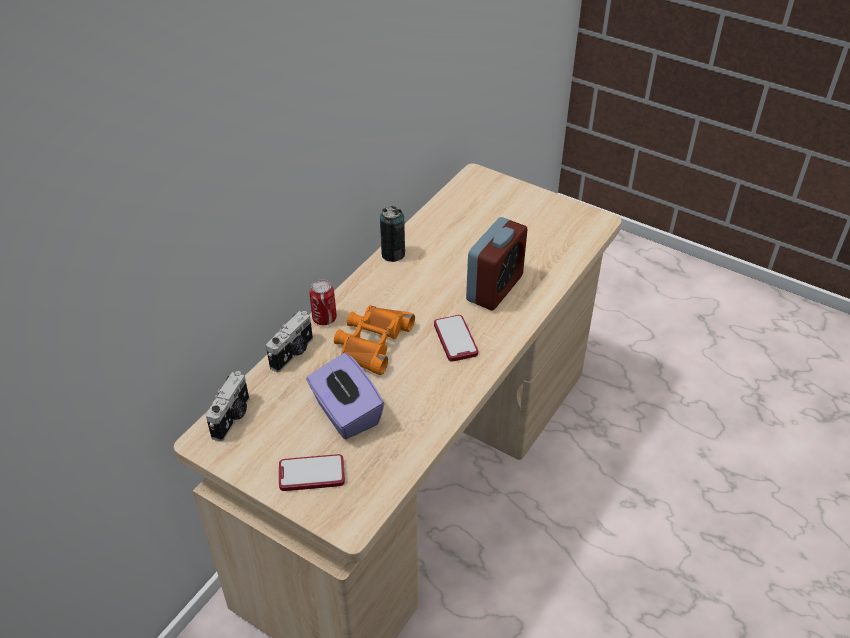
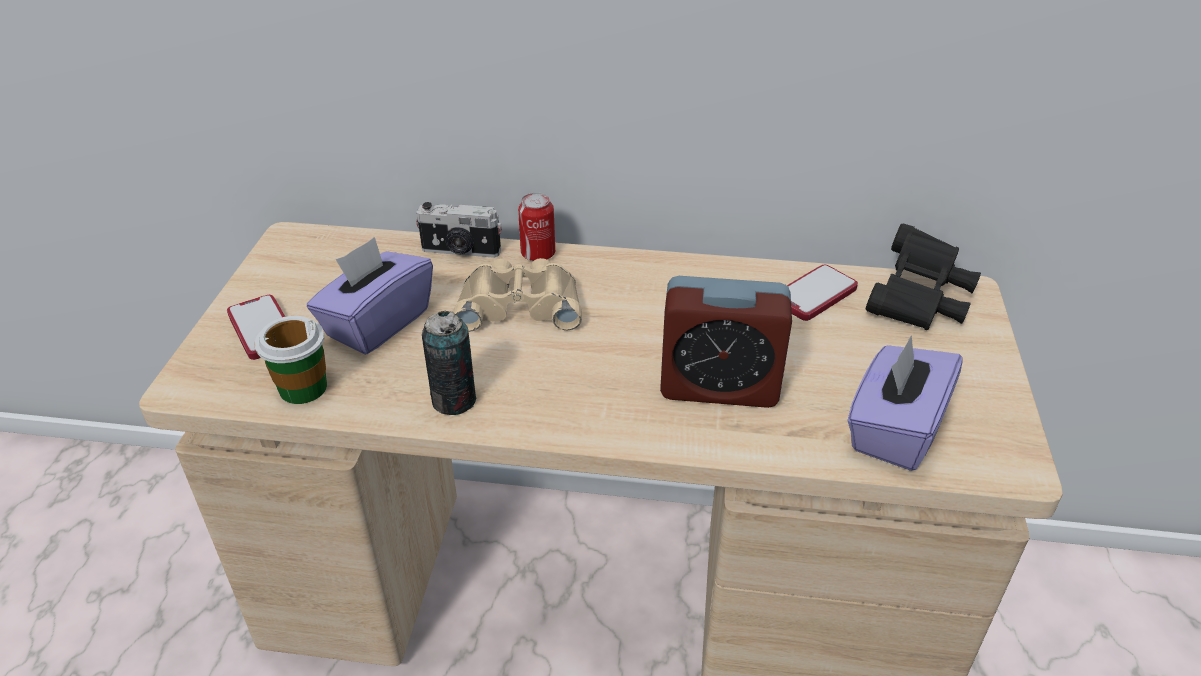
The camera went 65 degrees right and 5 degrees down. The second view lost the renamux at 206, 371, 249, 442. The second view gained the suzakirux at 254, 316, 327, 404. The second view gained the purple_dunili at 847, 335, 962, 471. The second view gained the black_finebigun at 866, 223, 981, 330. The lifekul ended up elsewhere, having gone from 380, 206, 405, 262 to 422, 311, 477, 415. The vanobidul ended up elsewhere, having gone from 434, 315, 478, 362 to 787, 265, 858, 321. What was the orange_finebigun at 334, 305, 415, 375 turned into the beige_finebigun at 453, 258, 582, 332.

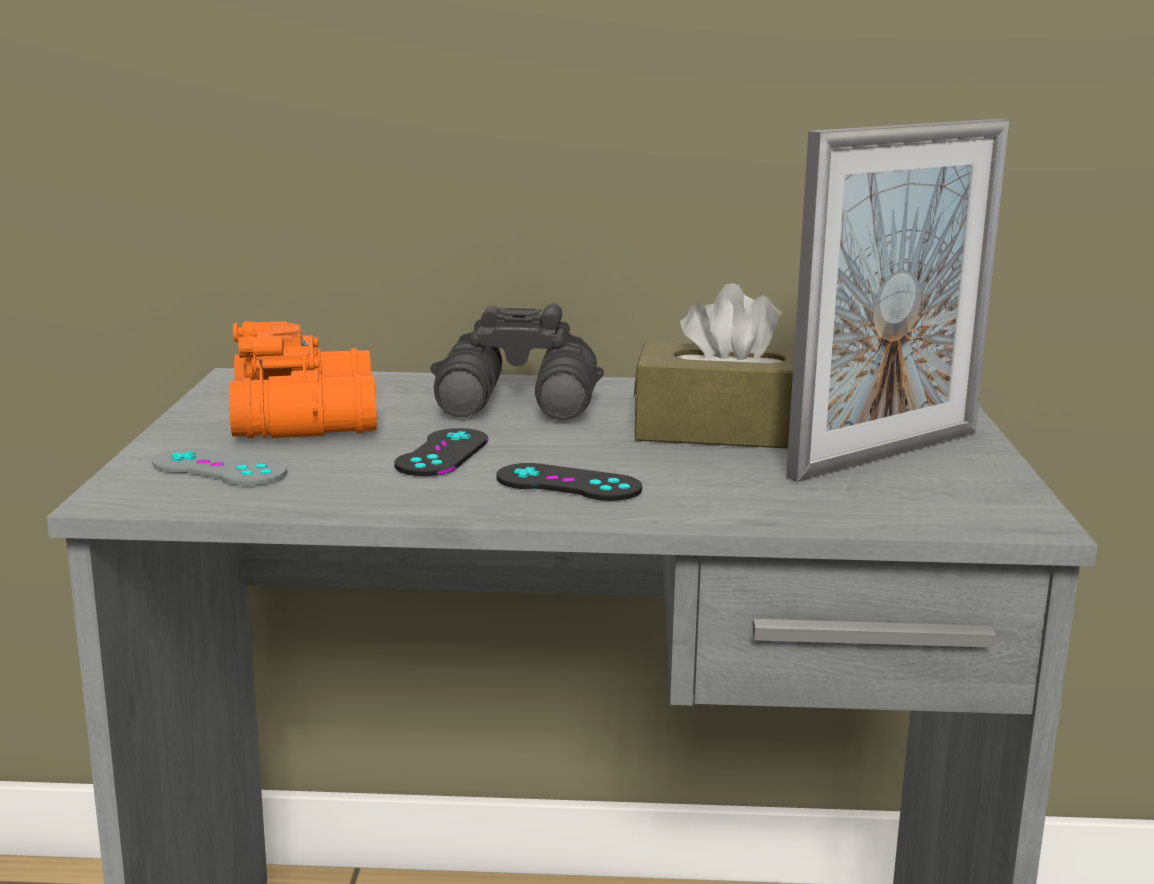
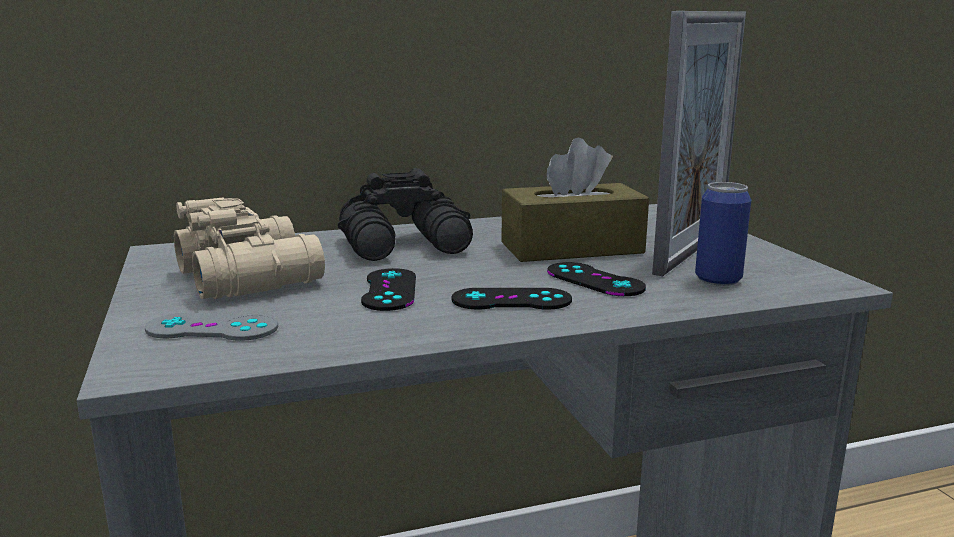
The camera went 20 degrees left and 0 degrees up. The second view gained the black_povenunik at 547, 262, 646, 296. The second view gained the lifekul at 695, 182, 751, 286. What was the orange_finebigun at 229, 321, 377, 438 turned into the beige_finebigun at 174, 197, 325, 299.

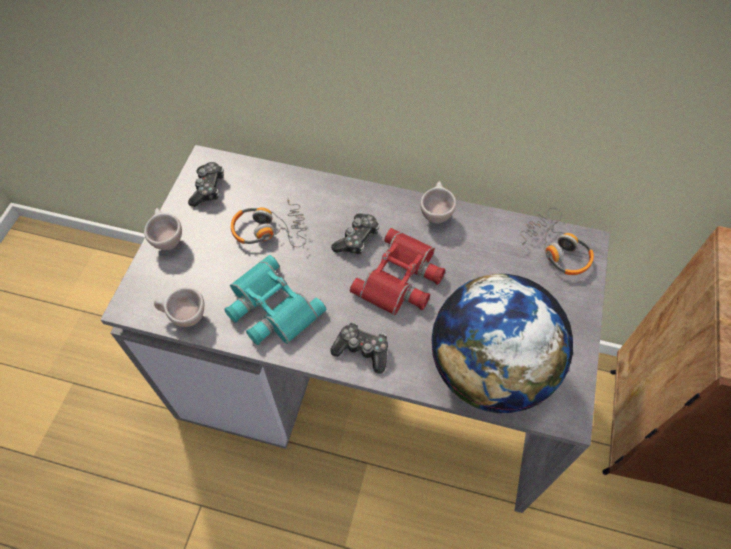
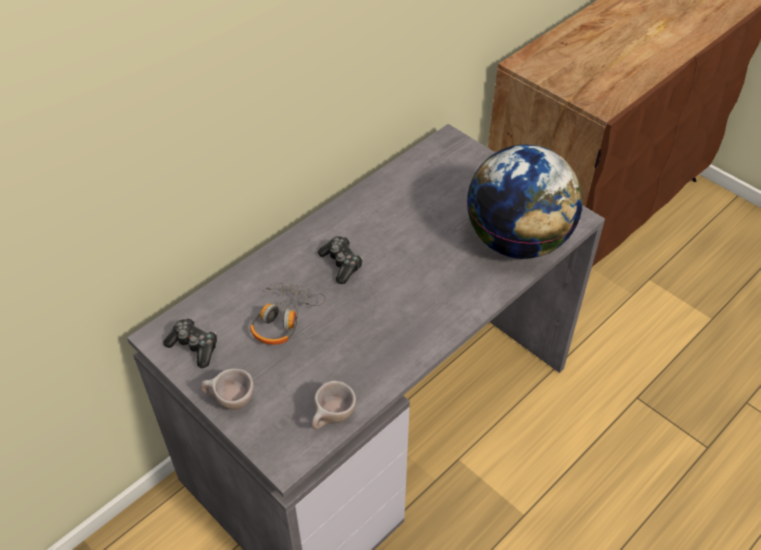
The camera went 60 degrees left and 10 degrees down. The second view lost the turquoise_finebigun at 224, 255, 326, 345. The second view lost the povenunik at 330, 322, 388, 374. The second view lost the red_finebigun at 350, 228, 445, 315. The second view lost the beige_suzakirux at 420, 181, 456, 224. The second view lost the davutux at 520, 208, 594, 275.

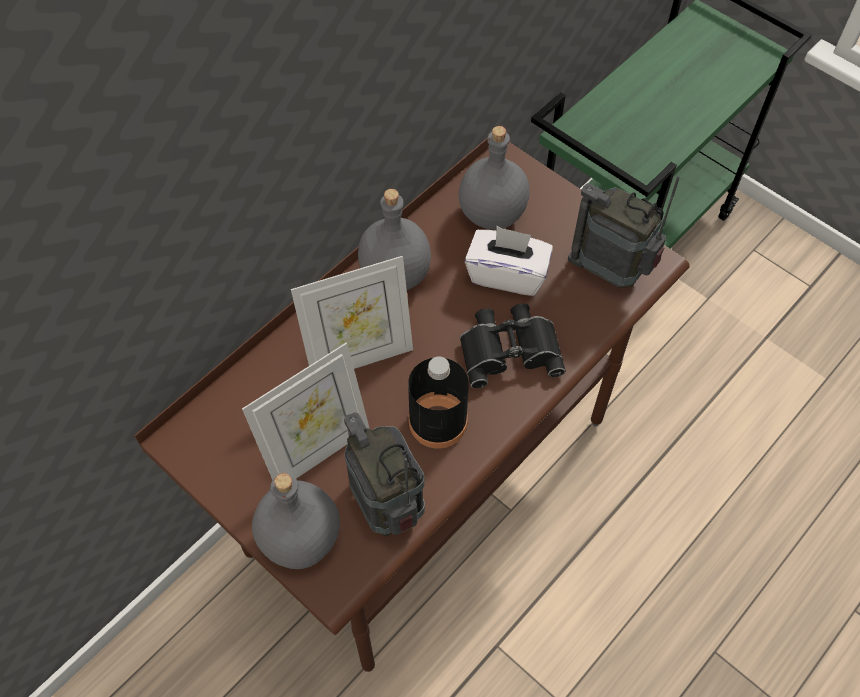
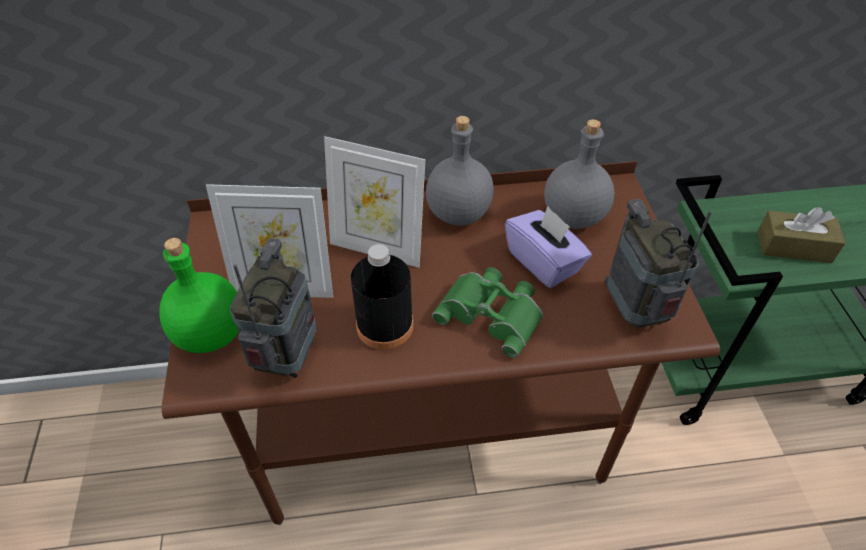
The camera went 40 degrees right and 10 degrees down. The second view gained the brown_dunili at 758, 207, 846, 263. What was the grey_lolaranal at 252, 473, 340, 569 turned into the green_lolaranal at 159, 238, 239, 353. What was the black_finebigun at 460, 303, 565, 389 turned into the green_finebigun at 432, 267, 543, 358. What was the white_dunili at 465, 226, 553, 296 turned into the purple_dunili at 505, 206, 592, 288.

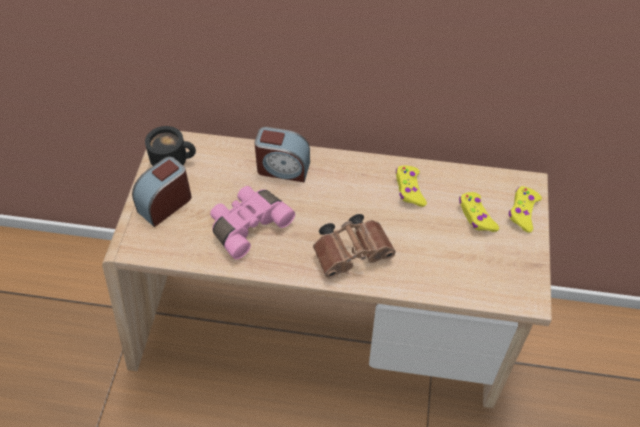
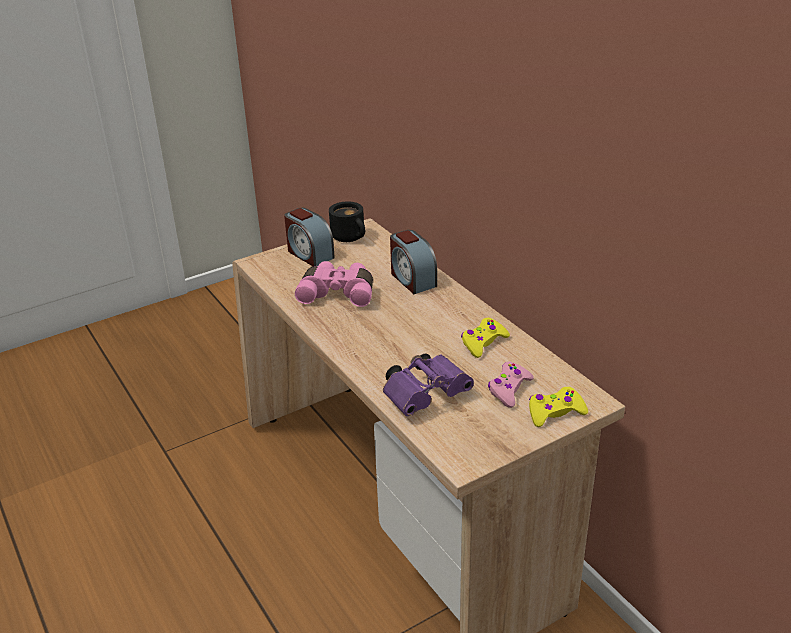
The camera went 50 degrees right and 20 degrees down. The second view lost the brown_finebigun at 313, 214, 396, 278. The second view gained the purple_finebigun at 383, 353, 474, 416. What was the yellow_povenunik at 459, 192, 499, 232 turned into the pink_povenunik at 488, 361, 534, 408. The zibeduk at 132, 157, 192, 227 ended up facing another way, 135 degrees counterclockwise from before.

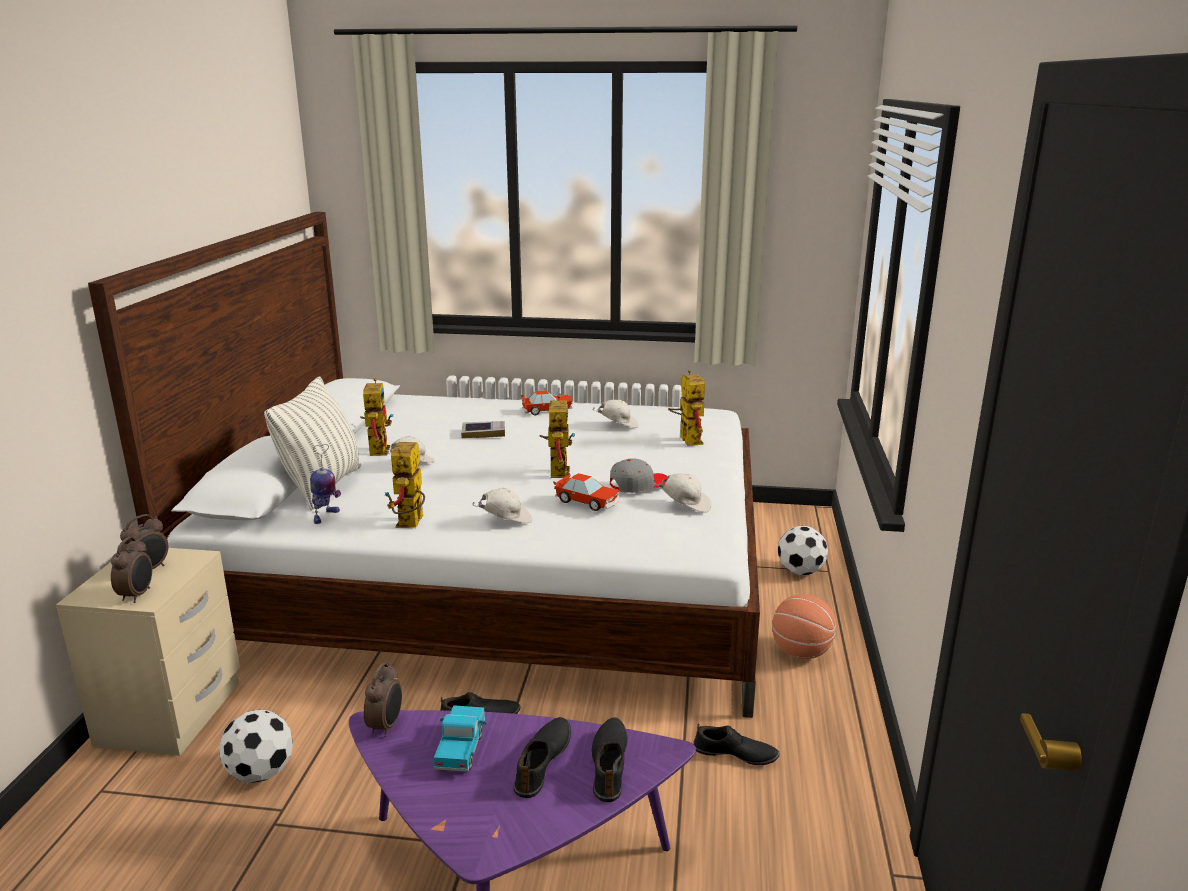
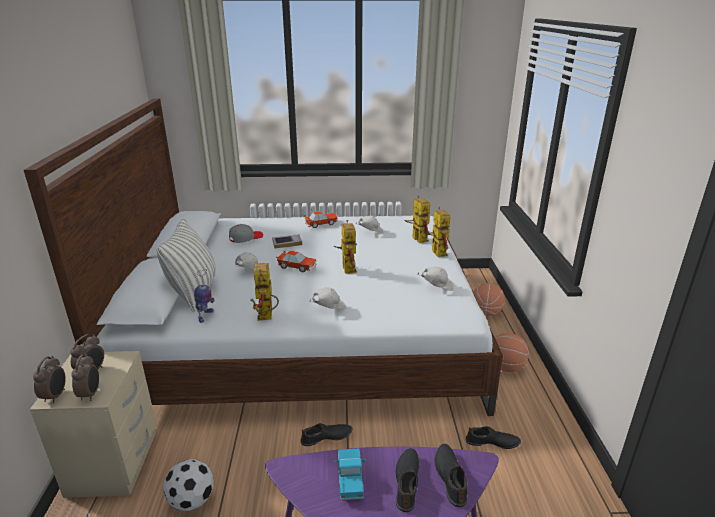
The camera went 10 degrees left and 5 degrees up. The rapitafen ended up elsewhere, having gone from 360, 378, 393, 456 to 424, 207, 450, 257. The zibeduk ended up elsewhere, having gone from 364, 662, 402, 737 to 33, 356, 66, 403. The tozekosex ended up elsewhere, having gone from 553, 473, 620, 511 to 276, 251, 316, 272. The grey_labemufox ended up elsewhere, having gone from 610, 458, 667, 493 to 229, 224, 263, 243. Where the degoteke stood at 778, 526, 828, 575, the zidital came to stand at 473, 283, 505, 316.

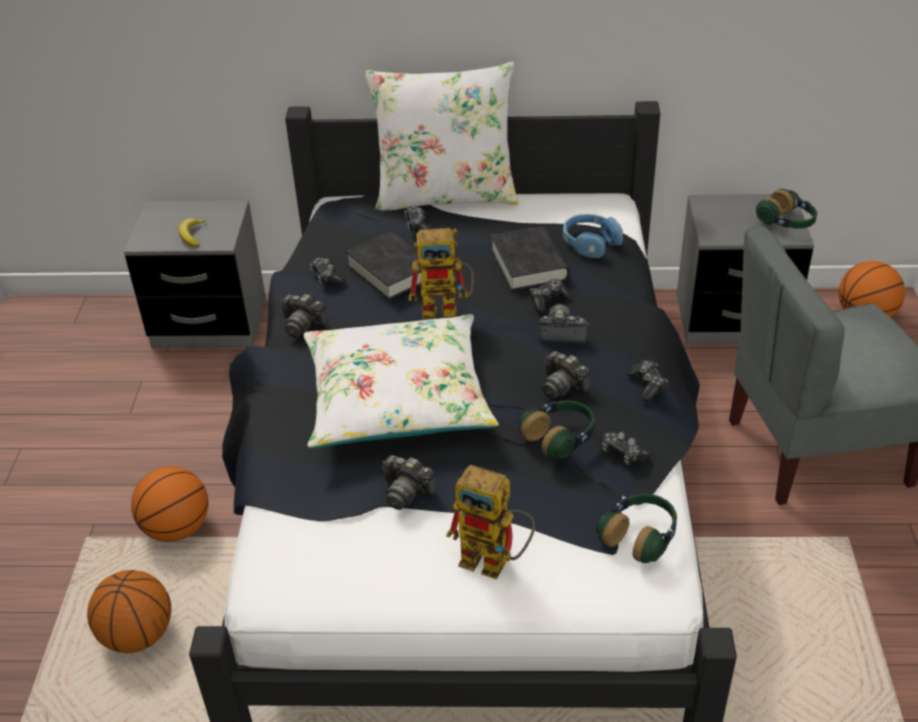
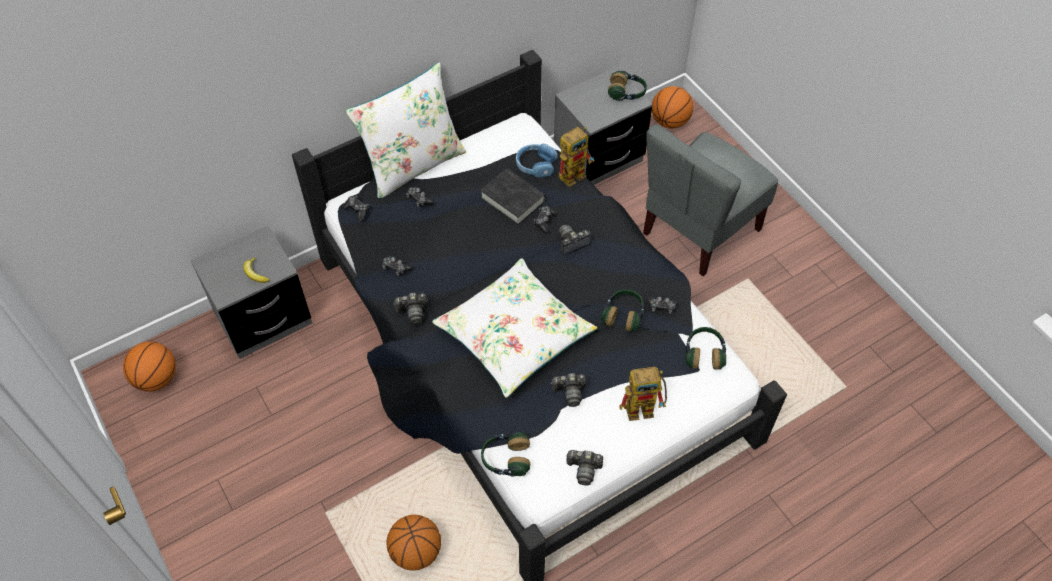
The camera went 35 degrees left and 15 degrees up. The second view lost the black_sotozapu at 345, 231, 422, 300. The second view gained the davutux at 481, 432, 530, 477. The zidital ended up elsewhere, having gone from 131, 466, 208, 542 to 123, 342, 176, 392. The rapitafen ended up elsewhere, having gone from 409, 228, 474, 320 to 559, 126, 595, 187. The renamux ended up elsewhere, having gone from 542, 351, 590, 399 to 566, 450, 603, 486. The povenunik ended up elsewhere, having gone from 627, 360, 668, 401 to 342, 196, 369, 222.

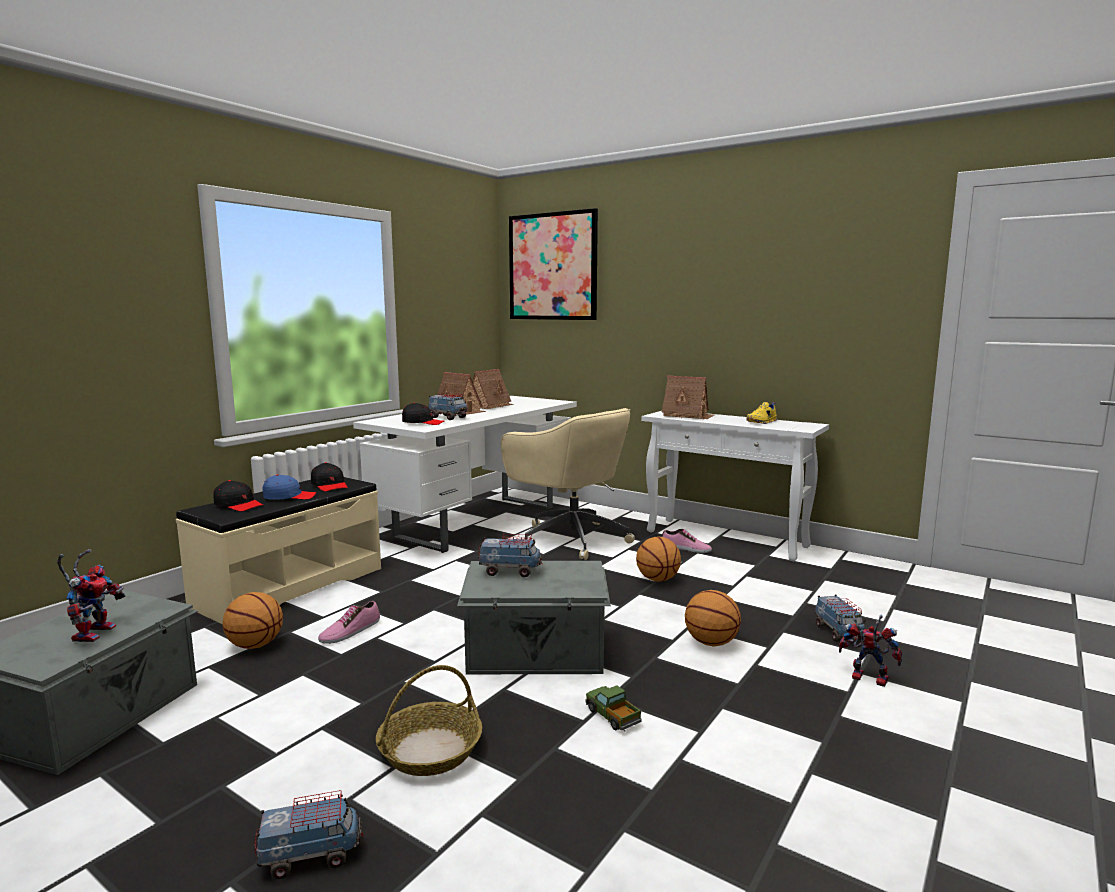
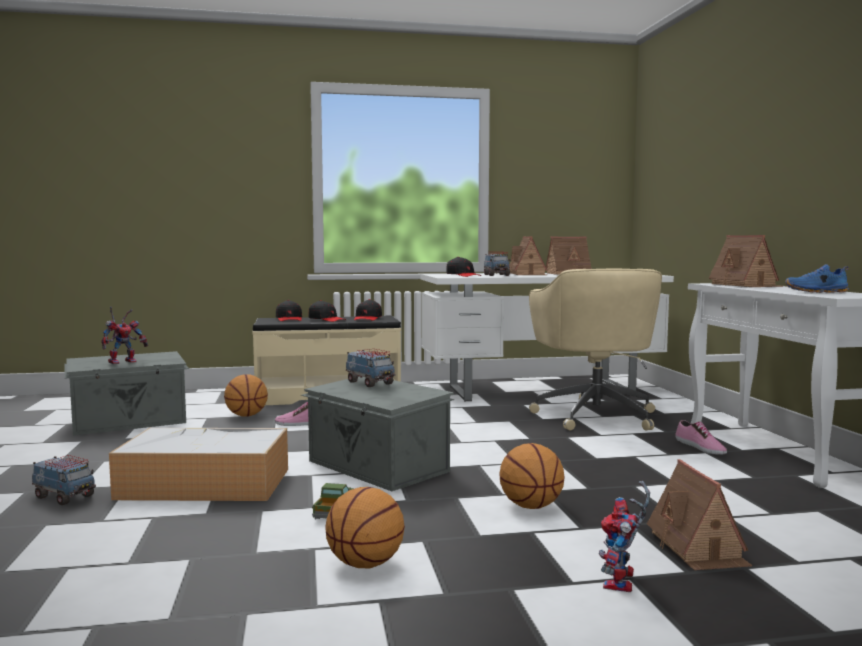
The camera went 45 degrees right and 5 degrees down. The second view lost the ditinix at 509, 208, 598, 320. The zidital ended up elsewhere, having gone from 636, 537, 681, 582 to 325, 487, 405, 568. Where the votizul stood at 376, 665, 482, 776, the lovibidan came to stand at 109, 428, 288, 501. Where the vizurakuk stood at 815, 594, 865, 642, the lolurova came to stand at 647, 459, 753, 570. What was the blue_labemufox at 263, 474, 316, 500 turned into the black_labemufox at 308, 300, 346, 322. What was the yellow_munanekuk at 746, 402, 777, 424 turned into the blue_munanekuk at 785, 264, 849, 293. The rapitafen at 839, 611, 902, 687 ended up facing another way, 150 degrees counterclockwise from before.

